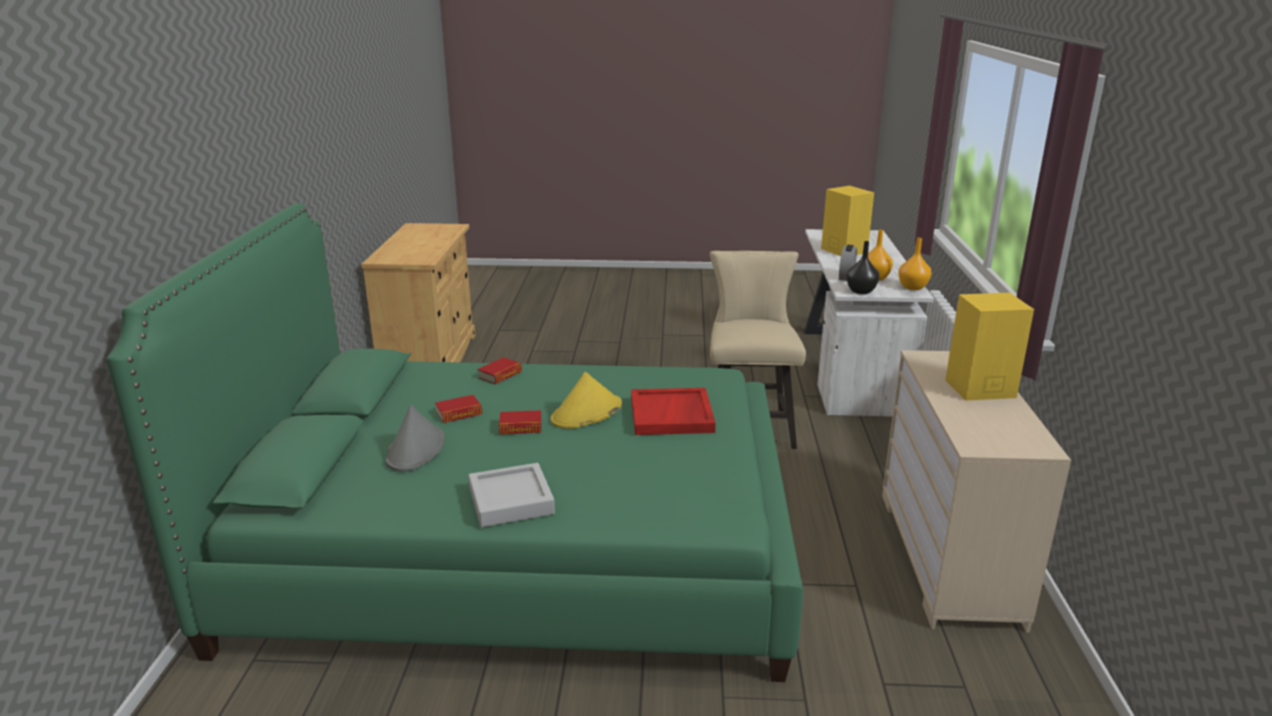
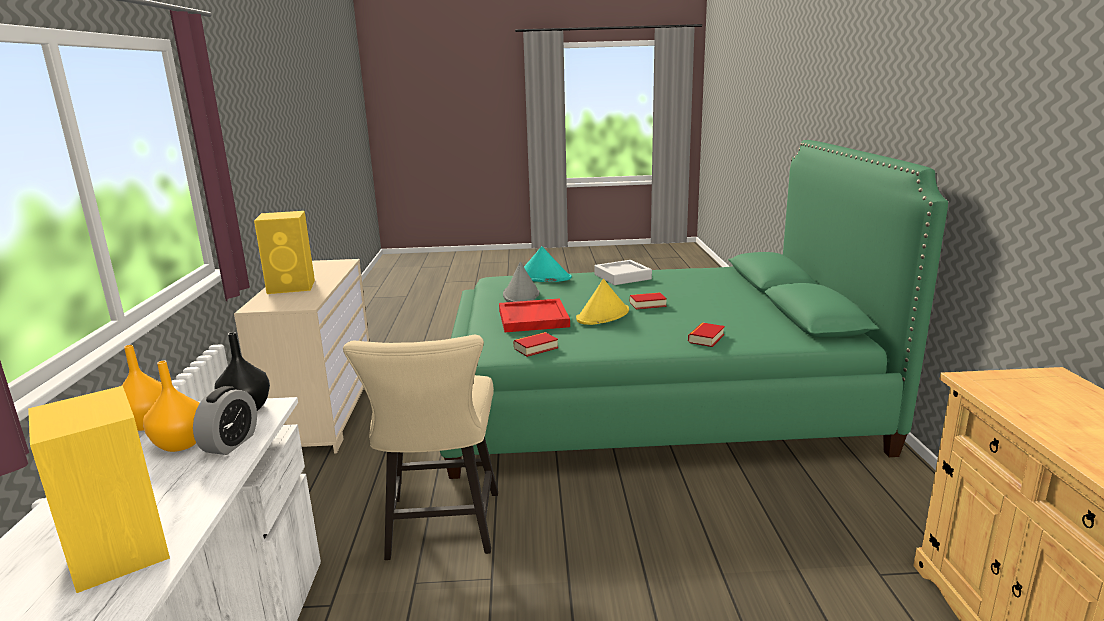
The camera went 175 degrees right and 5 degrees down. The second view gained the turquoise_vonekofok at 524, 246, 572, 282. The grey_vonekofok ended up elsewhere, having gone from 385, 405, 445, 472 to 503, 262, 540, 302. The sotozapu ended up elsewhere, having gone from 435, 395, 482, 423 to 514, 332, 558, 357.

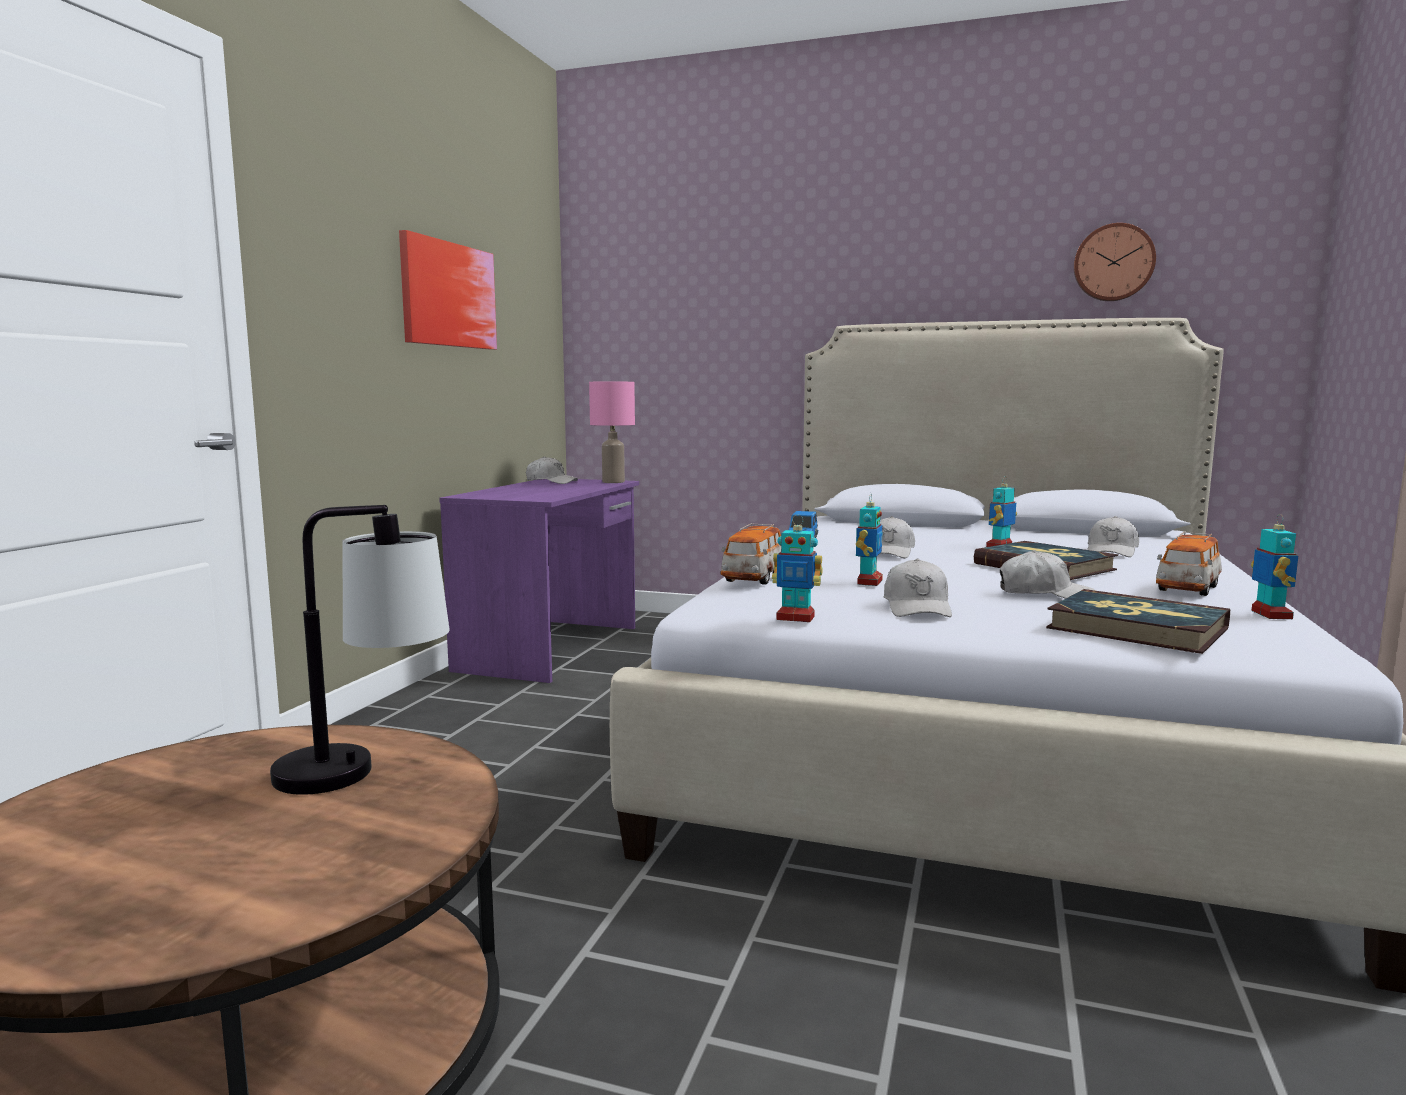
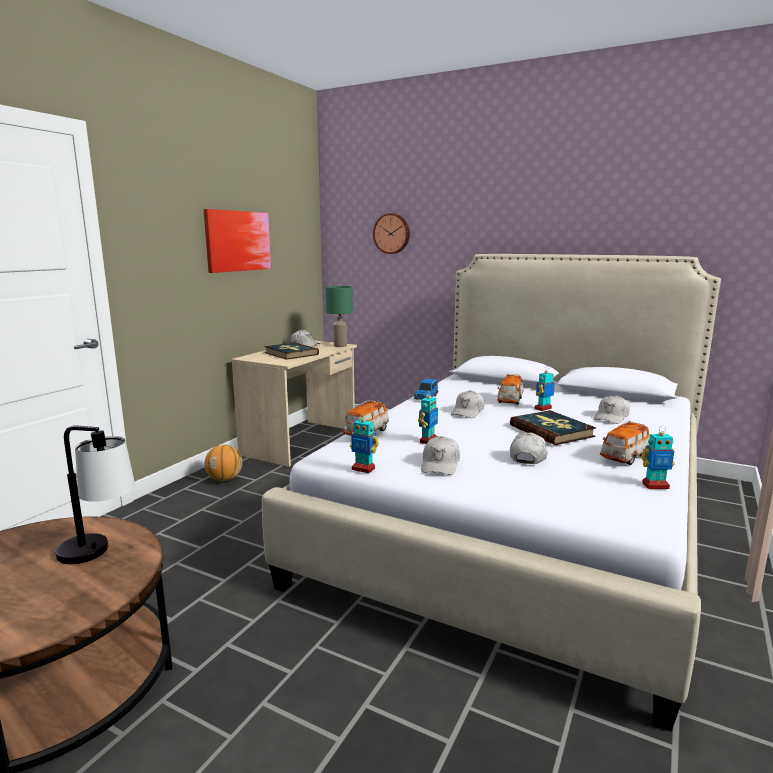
The camera went 10 degrees right and 5 degrees up. The second view gained the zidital at 204, 445, 243, 481. The second view gained the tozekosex at 498, 374, 524, 405. The sotozapu ended up elsewhere, having gone from 1046, 589, 1230, 654 to 264, 342, 319, 360. The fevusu ended up elsewhere, having gone from 1074, 223, 1156, 301 to 373, 213, 410, 254. What was the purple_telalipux at 439, 479, 639, 683 turned into the beige_telalipux at 231, 340, 357, 467. What was the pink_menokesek at 589, 382, 635, 483 turned into the green_menokesek at 326, 286, 353, 347. The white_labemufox at 1000, 550, 1094, 599 ended up facing another way, 90 degrees counterclockwise from before. The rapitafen at 1251, 514, 1298, 619 ended up facing another way, 75 degrees clockwise from before.

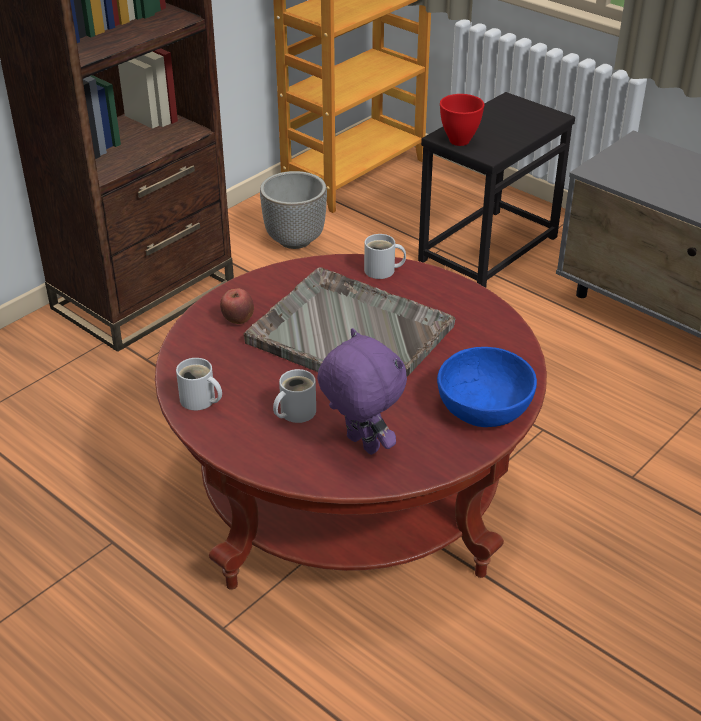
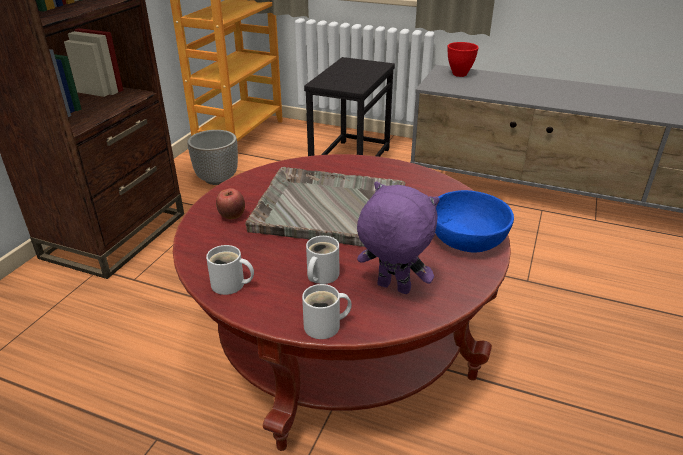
The camera went 20 degrees left and 5 degrees down. The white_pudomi ended up elsewhere, having gone from 364, 234, 406, 279 to 302, 284, 352, 339. The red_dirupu ended up elsewhere, having gone from 440, 94, 484, 146 to 448, 42, 479, 77.

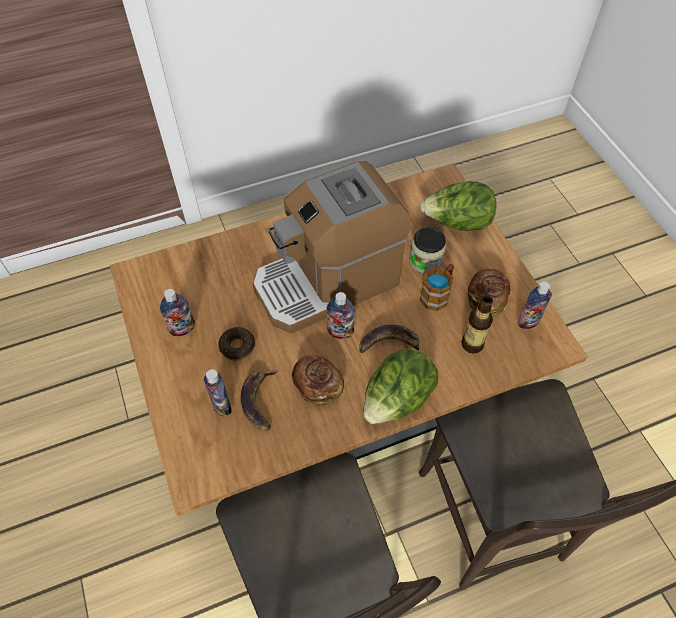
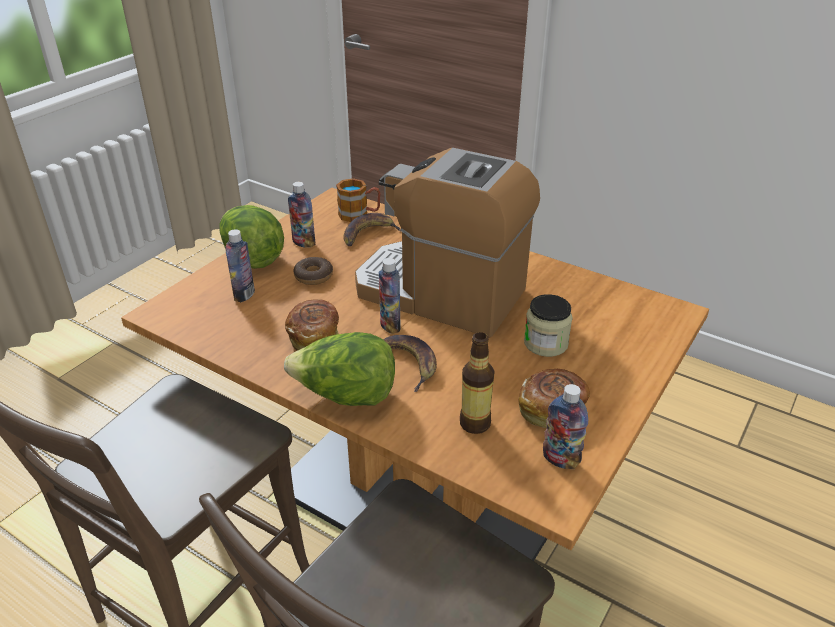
The camera went 55 degrees right and 20 degrees down. The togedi ended up elsewhere, having gone from 241, 371, 277, 430 to 343, 213, 401, 246. The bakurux ended up elsewhere, having gone from 420, 181, 496, 231 to 220, 205, 284, 269. The pudomi ended up elsewhere, having gone from 420, 264, 454, 311 to 336, 178, 380, 222.

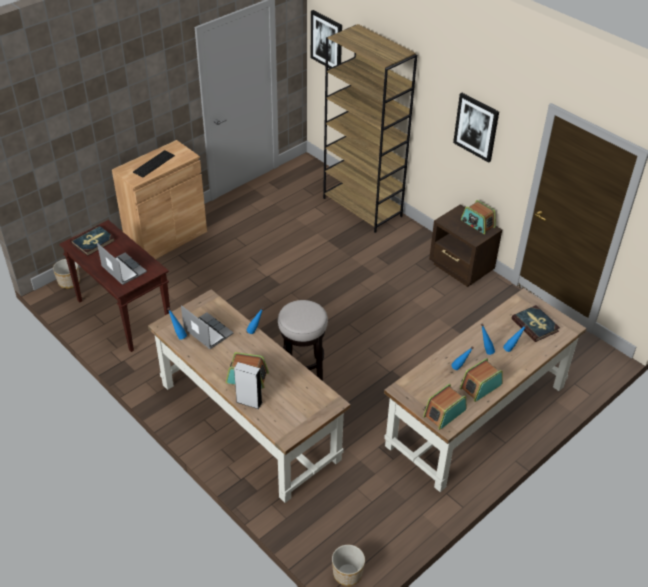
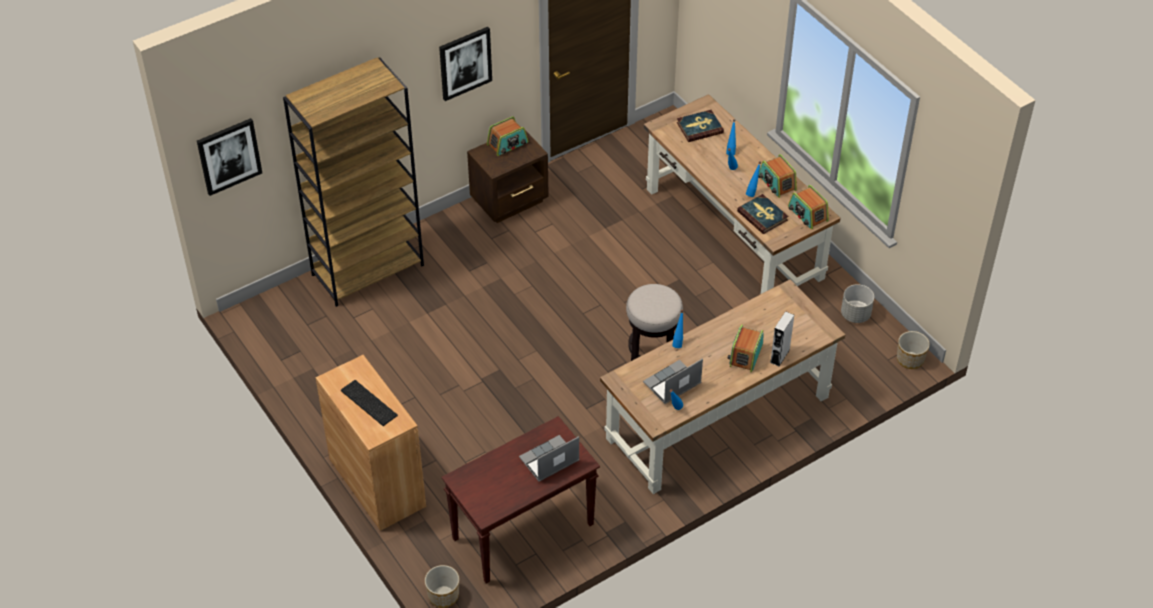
The camera went 80 degrees left and 5 degrees up. The second view gained the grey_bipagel at 841, 284, 874, 323. The sotozapu ended up elsewhere, having gone from 70, 225, 115, 256 to 737, 194, 788, 234.

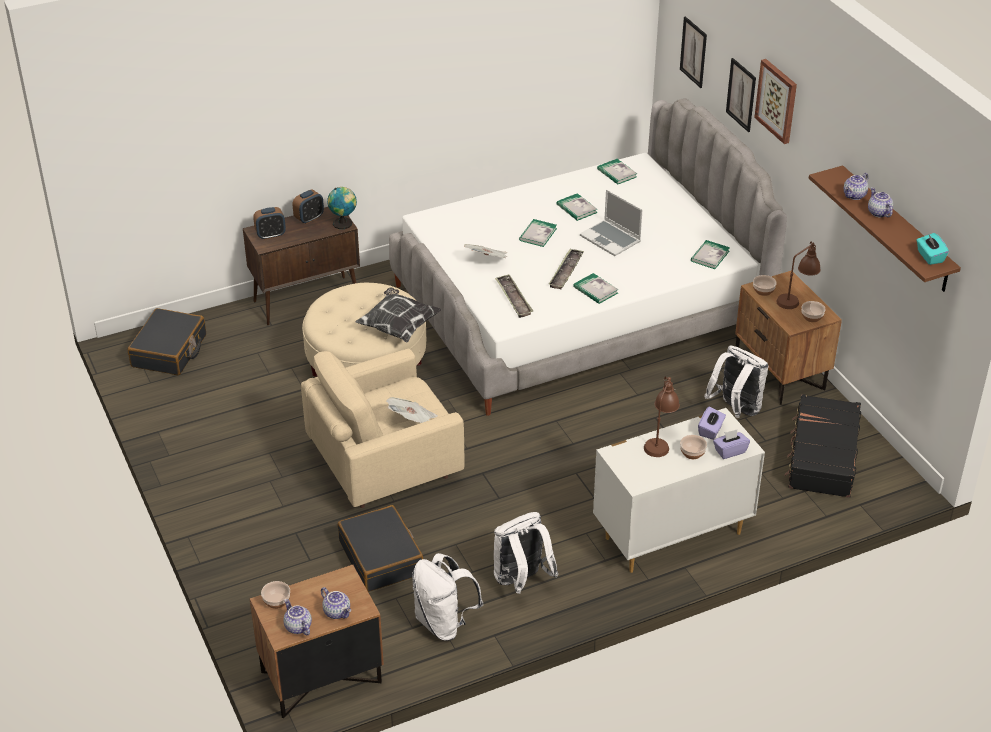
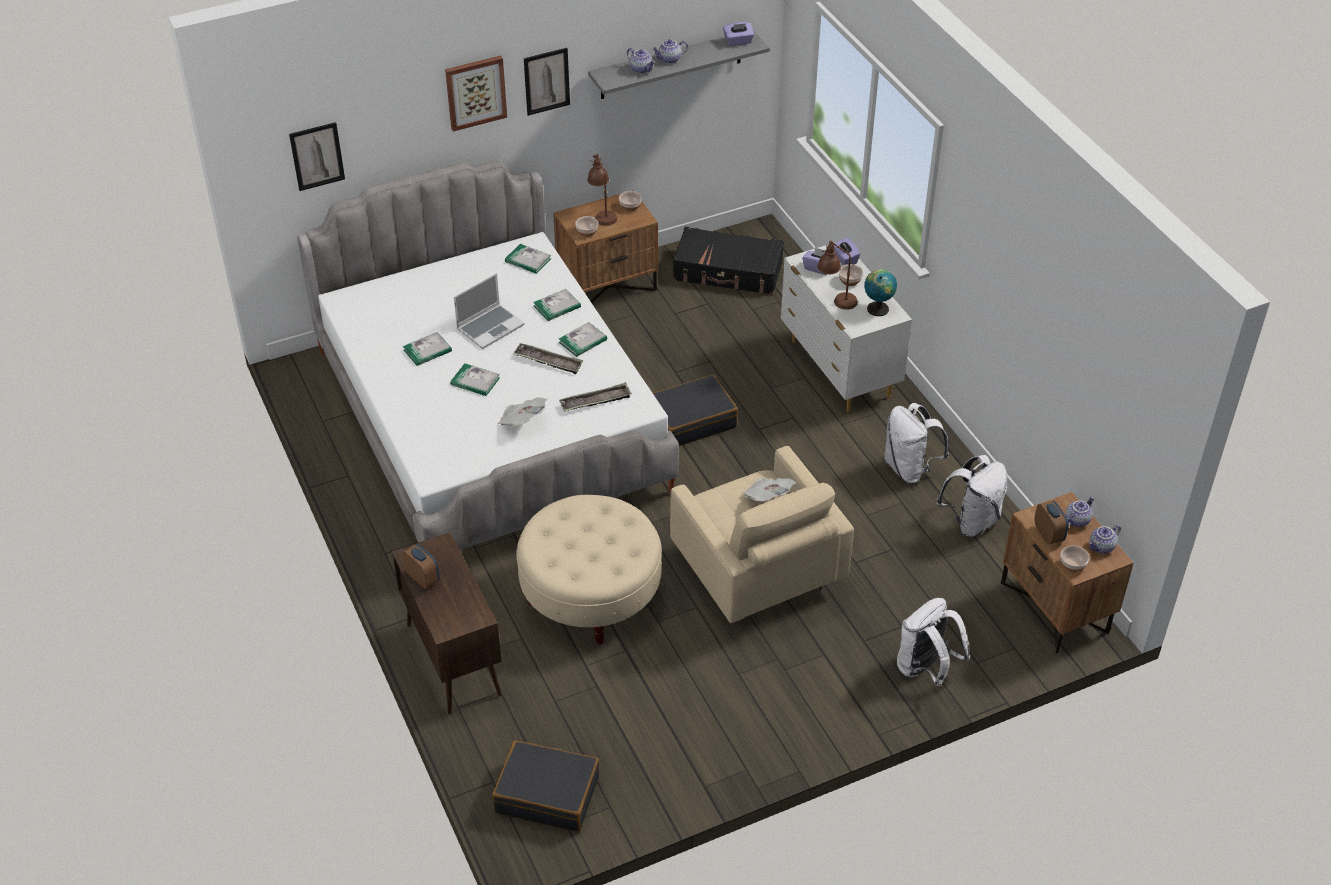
The camera went 90 degrees left and 5 degrees up. The second view lost the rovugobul at 355, 288, 442, 342. The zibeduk ended up elsewhere, having gone from 253, 207, 286, 240 to 1034, 501, 1069, 545. The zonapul ended up elsewhere, having gone from 327, 187, 357, 229 to 864, 269, 897, 316. The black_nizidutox ended up elsewhere, having gone from 338, 505, 423, 592 to 653, 374, 738, 446. The sotozapu ended up elsewhere, having gone from 597, 159, 637, 185 to 533, 289, 581, 321. The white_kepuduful ended up elsewhere, having gone from 704, 346, 769, 418 to 897, 598, 970, 686. The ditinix ended up elsewhere, having gone from 726, 58, 756, 132 to 524, 48, 570, 116. What was the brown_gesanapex at 809, 166, 961, 292 turned into the grey_gesanapex at 588, 30, 770, 99. What was the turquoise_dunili at 917, 233, 949, 265 turned into the purple_dunili at 723, 22, 754, 46.

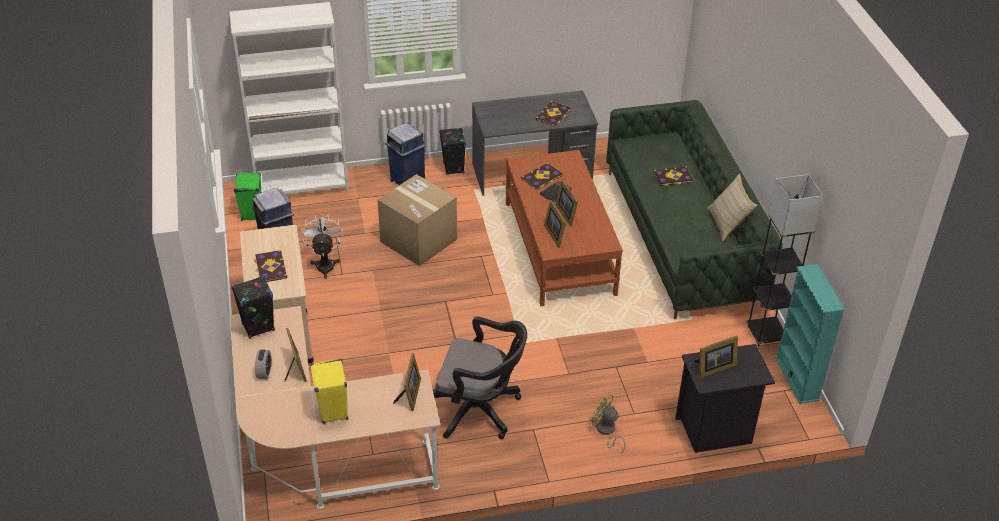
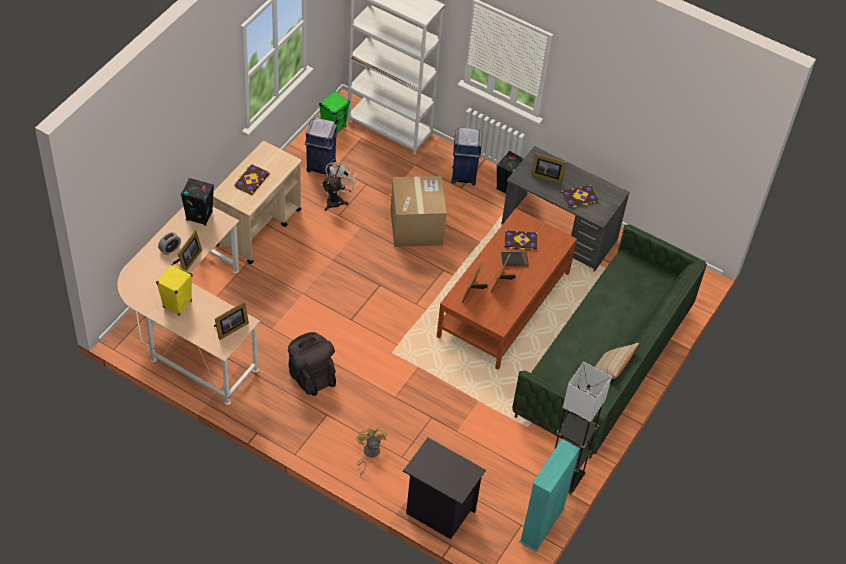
The camera went 40 degrees right and 10 degrees up. The second view lost the sotozapu at 653, 166, 694, 186. The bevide ended up elsewhere, having gone from 694, 336, 738, 378 to 531, 153, 567, 184. Where the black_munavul stood at 432, 316, 527, 439, the black_kepuduful came to stand at 288, 332, 336, 396.

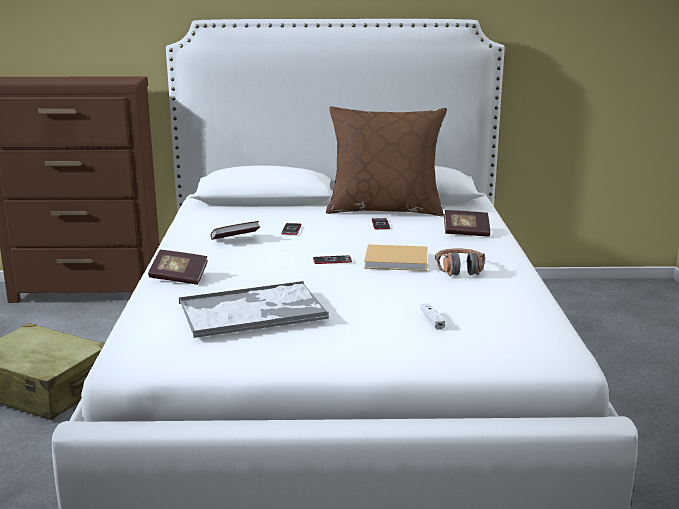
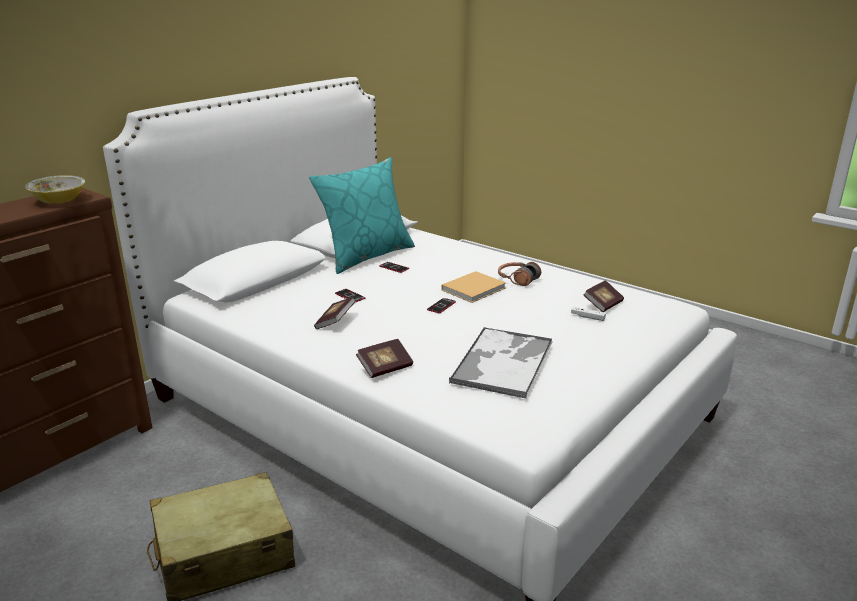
The camera went 50 degrees left and 5 degrees up. The second view gained the dirupu at 25, 175, 85, 204. The sotozapu ended up elsewhere, having gone from 444, 210, 490, 237 to 583, 280, 624, 312. What was the brown_rovugobul at 326, 106, 447, 216 turned into the turquoise_rovugobul at 309, 157, 415, 274.

